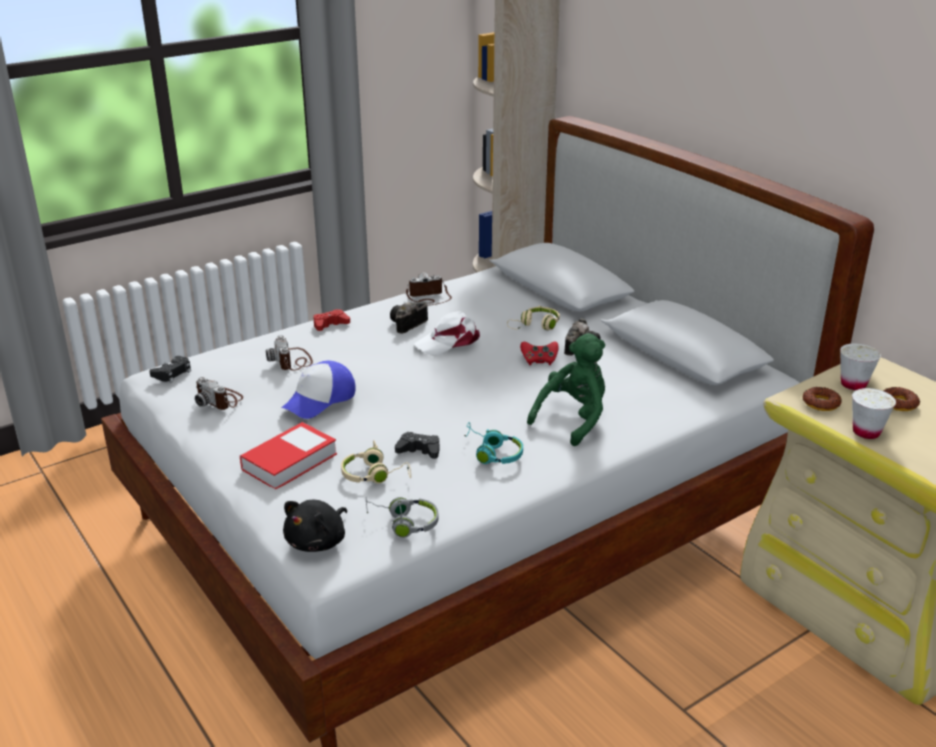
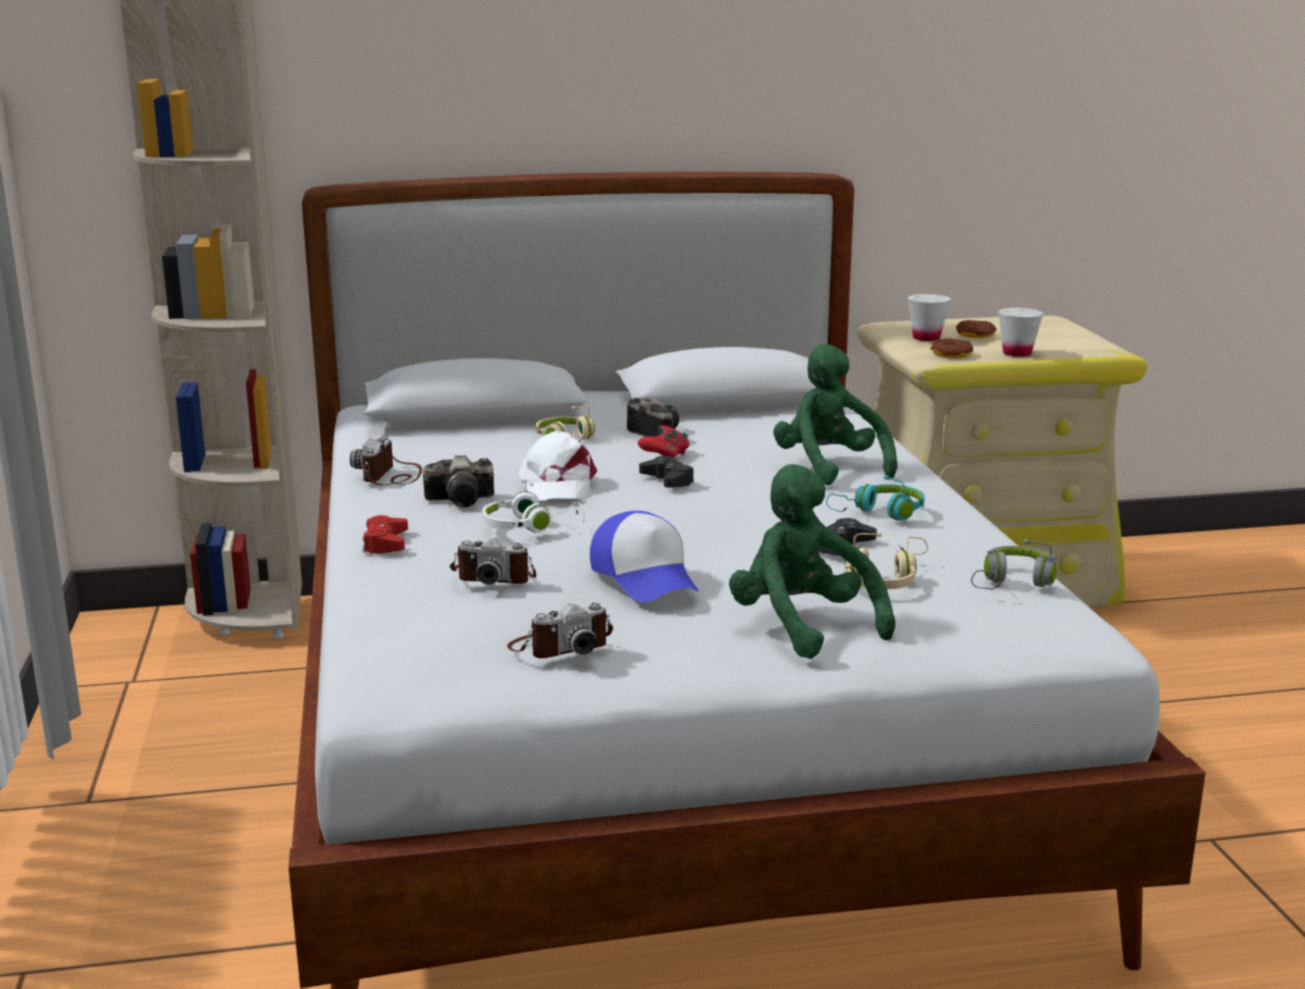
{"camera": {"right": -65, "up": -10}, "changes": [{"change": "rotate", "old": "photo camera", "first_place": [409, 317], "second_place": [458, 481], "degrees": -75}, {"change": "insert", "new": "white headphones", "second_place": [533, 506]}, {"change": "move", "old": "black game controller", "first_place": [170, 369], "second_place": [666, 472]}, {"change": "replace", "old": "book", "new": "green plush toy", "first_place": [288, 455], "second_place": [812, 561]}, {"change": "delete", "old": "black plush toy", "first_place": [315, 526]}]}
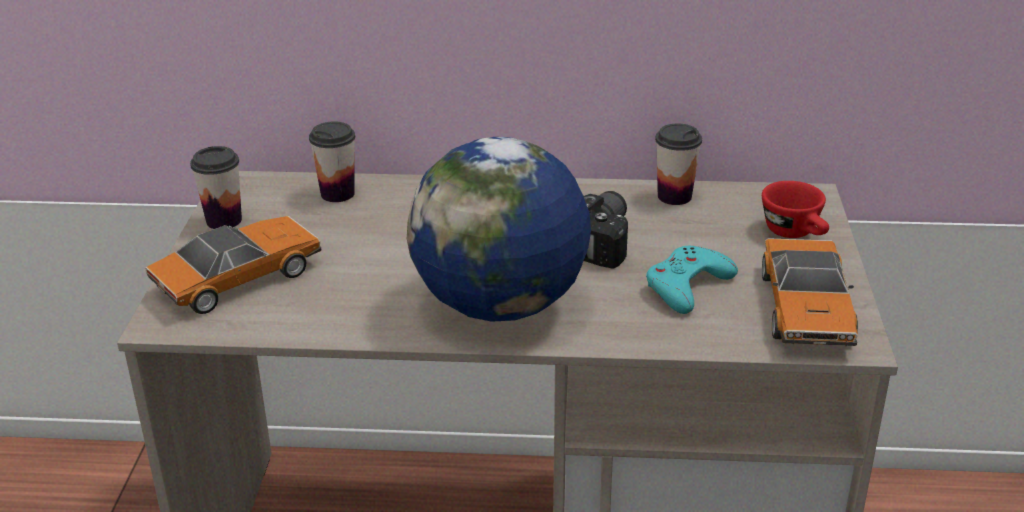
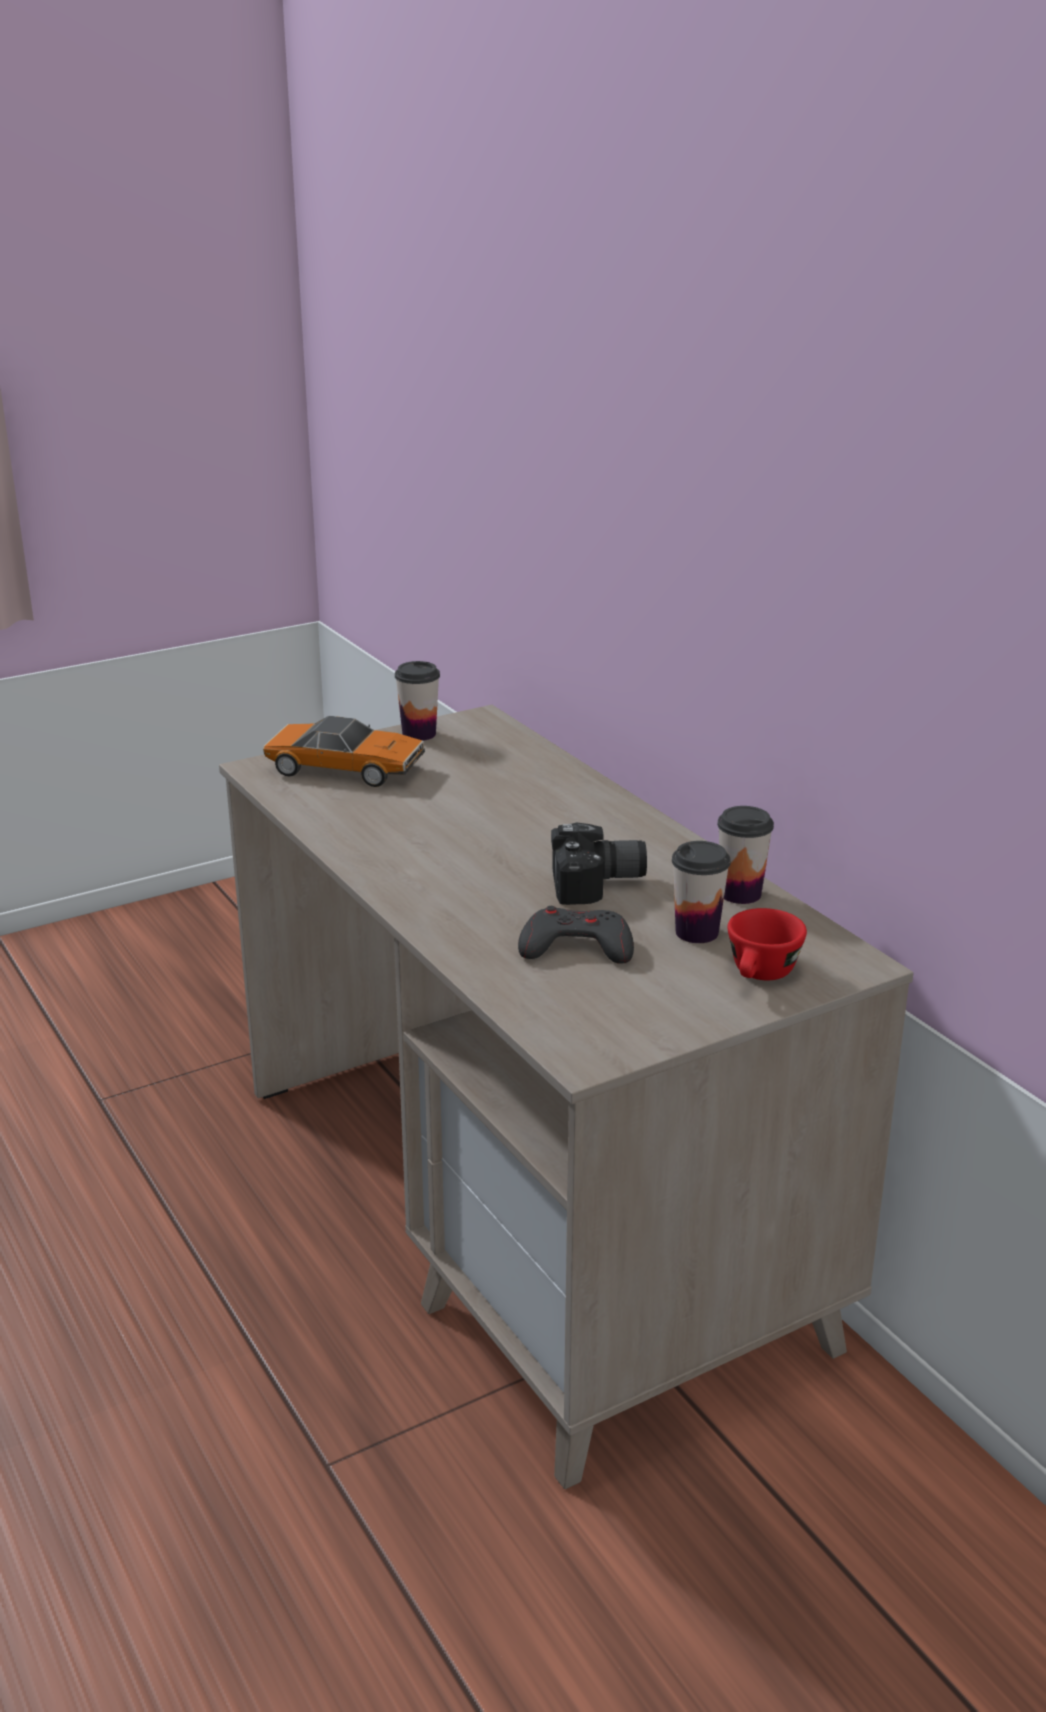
{"camera": {"right": 55, "up": -5}, "changes": [{"change": "recolor", "old": "turquoise game controller", "new": "grey game controller", "first_place": [692, 280], "second_place": [576, 935]}, {"change": "move", "old": "cup", "first_place": [332, 162], "second_place": [701, 892]}, {"change": "delete", "old": "globe", "first_place": [499, 229]}, {"change": "delete", "old": "toy car", "first_place": [810, 292]}]}
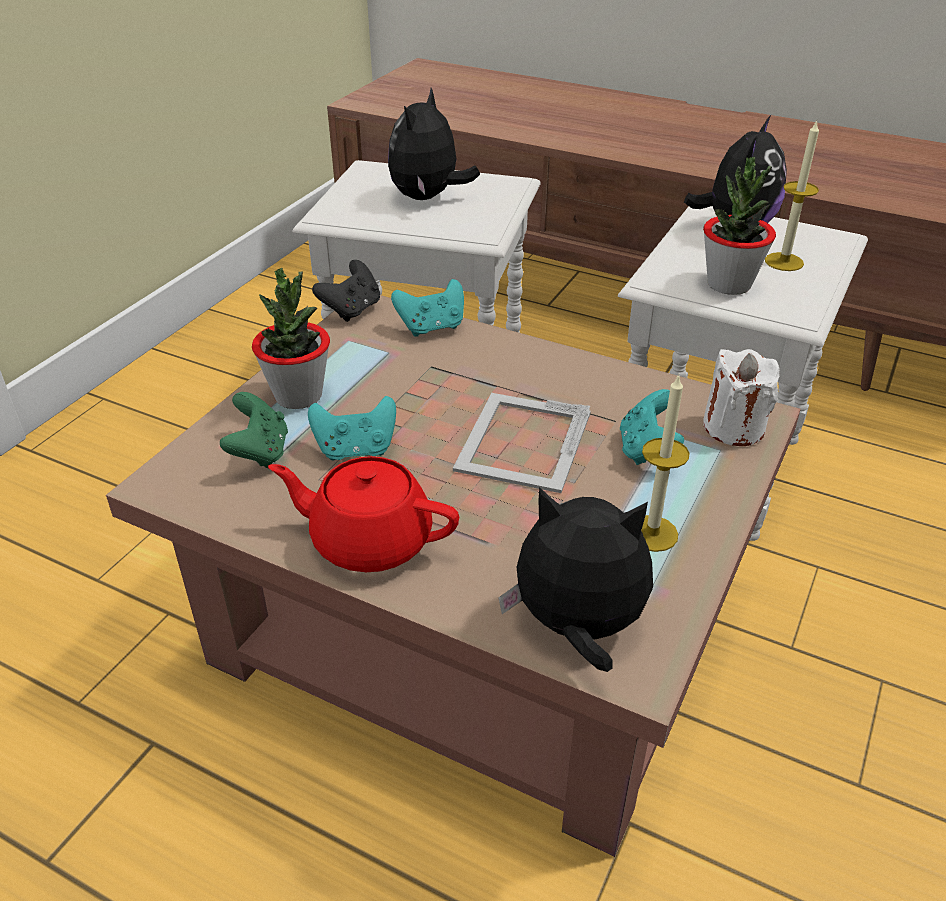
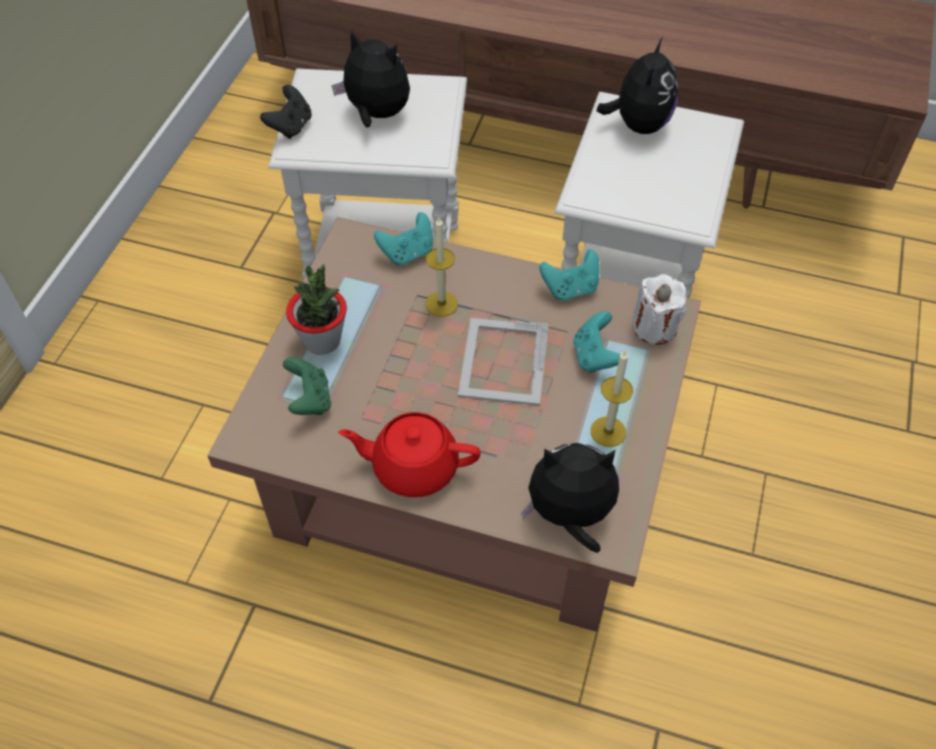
{"camera": {"right": -10, "up": 15}, "changes": [{"change": "move", "old": "black game controller", "first_place": [346, 291], "second_place": [286, 112]}, {"change": "rotate", "old": "plush toy", "first_place": [434, 144], "second_place": [370, 79], "degrees": 105}, {"change": "move", "old": "candle", "first_place": [792, 196], "second_place": [442, 266]}, {"change": "move", "old": "turquoise game controller", "first_place": [352, 428], "second_place": [570, 274]}, {"change": "delete", "old": "potted plant", "first_place": [739, 226]}]}
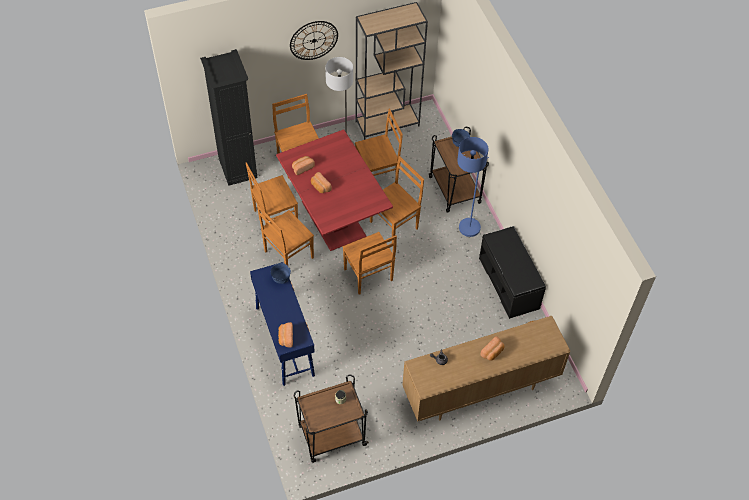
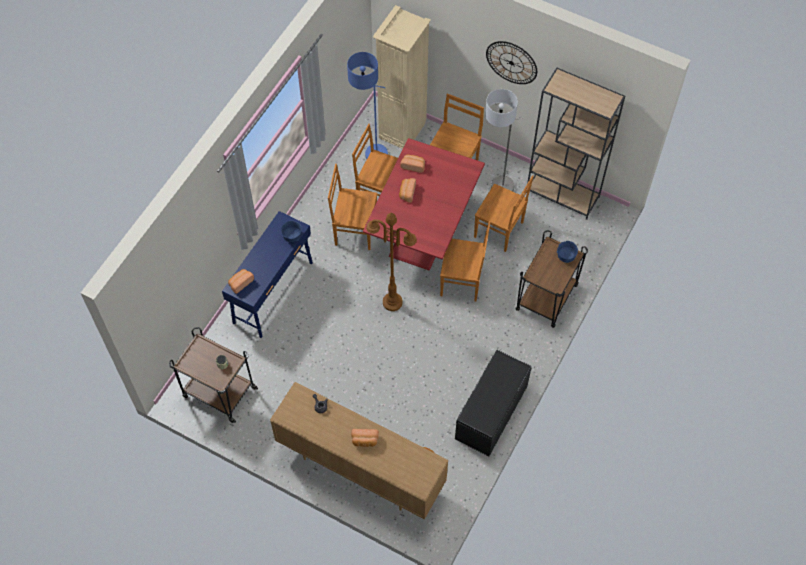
{"camera": {"right": 50, "up": 5}, "changes": [{"change": "move", "old": "blue floor lamp", "first_place": [473, 187], "second_place": [367, 105]}, {"change": "replace", "old": "brown chair", "new": "brown floor lamp", "first_place": [369, 263], "second_place": [391, 262]}, {"change": "recolor", "old": "black cabinet", "new": "beige cabinet", "first_place": [229, 117], "second_place": [402, 77]}]}
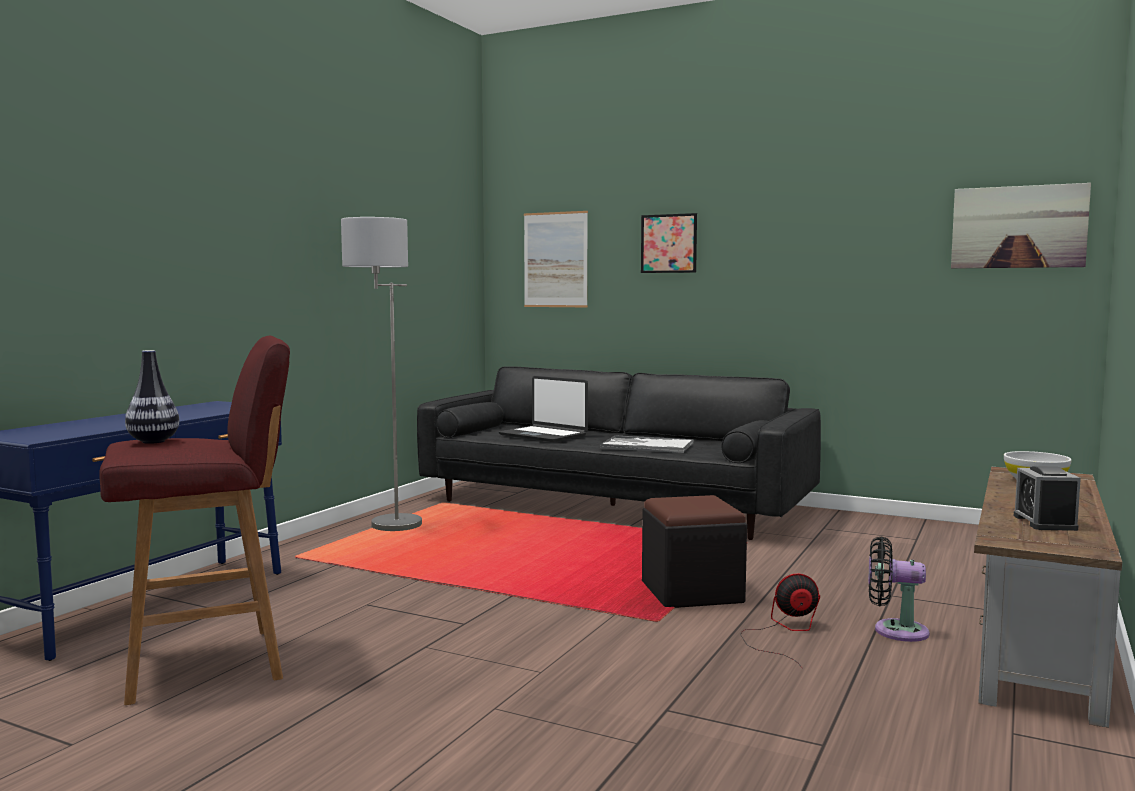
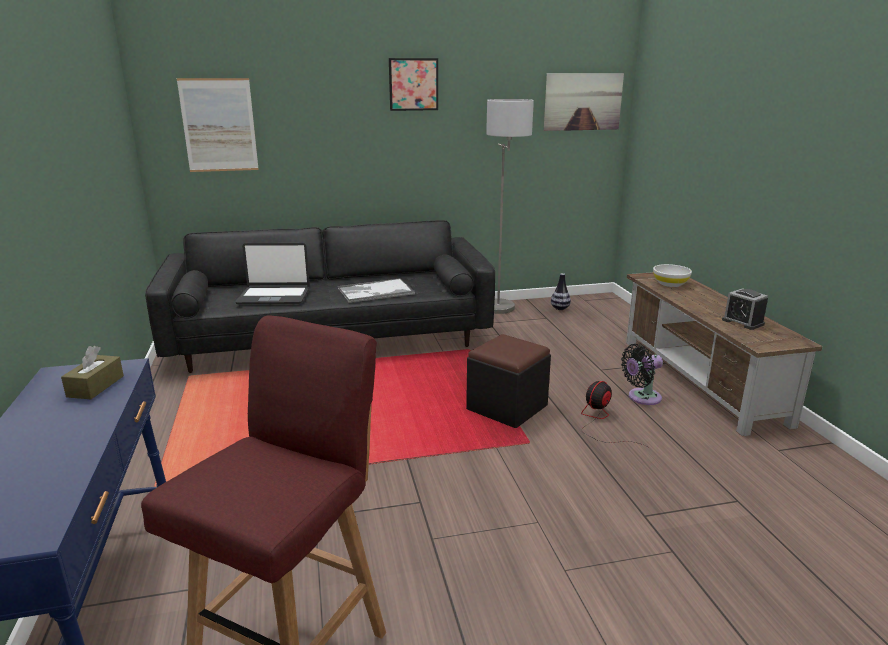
{"camera": {"right": -40, "up": 15}, "changes": [{"change": "insert", "new": "brown tissue box", "second_place": [92, 372]}, {"change": "move", "old": "picture", "first_place": [669, 243], "second_place": [413, 84]}, {"change": "move", "old": "grey floor lamp", "first_place": [381, 374], "second_place": [510, 206]}, {"change": "move", "old": "vase", "first_place": [152, 397], "second_place": [561, 291]}]}
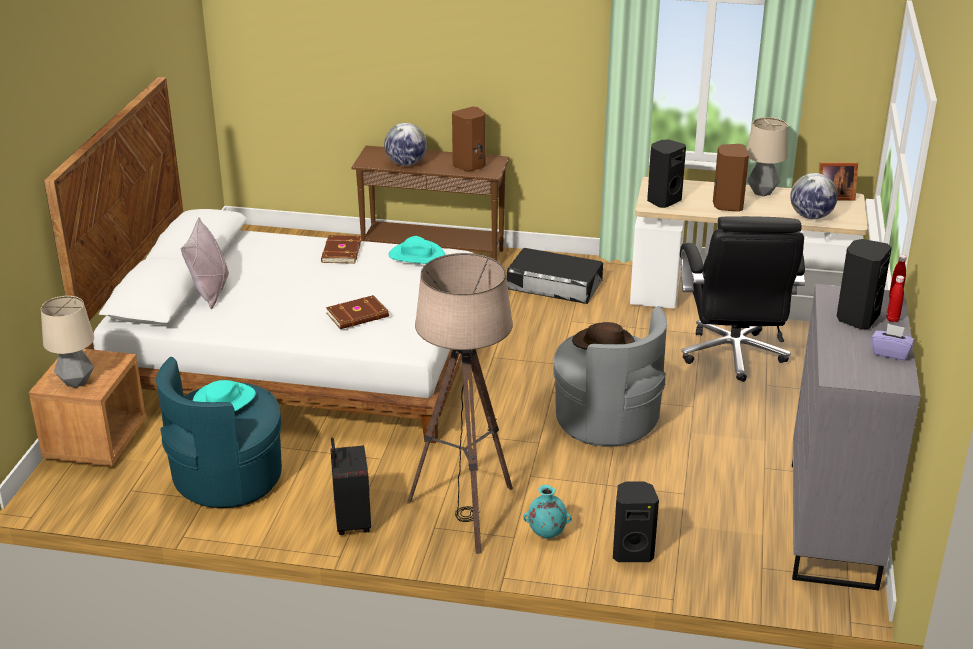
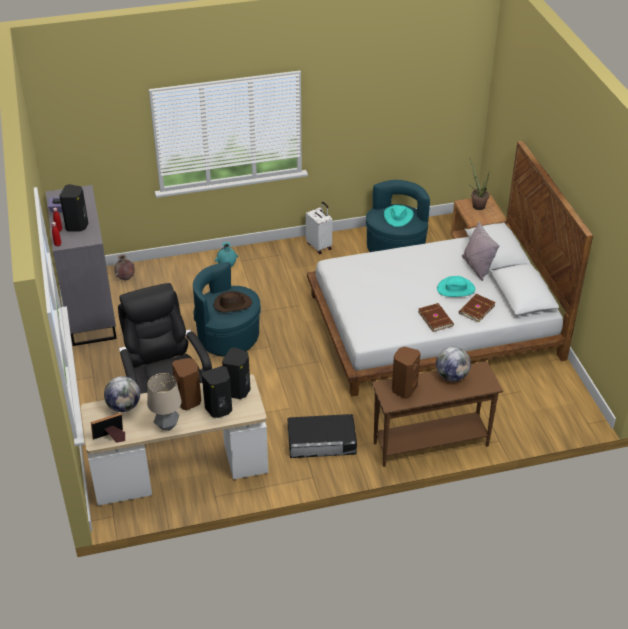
{"camera": {"right": 155, "up": 10}, "changes": [{"change": "insert", "new": "brown vase", "second_place": [124, 267]}, {"change": "recolor", "old": "grey armchair", "new": "turquoise armchair", "first_place": [610, 376], "second_place": [227, 309]}, {"change": "move", "old": "black speaker", "first_place": [636, 521], "second_place": [217, 392]}, {"change": "recolor", "old": "black suitcase", "new": "white suitcase", "first_place": [350, 486], "second_place": [319, 228]}, {"change": "move", "old": "turquoise hat", "first_place": [416, 250], "second_place": [456, 286]}, {"change": "move", "old": "brown book", "first_place": [357, 312], "second_place": [477, 308]}, {"change": "replace", "old": "table lamp", "new": "potted plant", "first_place": [67, 342], "second_place": [479, 184]}, {"change": "delete", "old": "floor lamp", "first_place": [460, 403]}]}
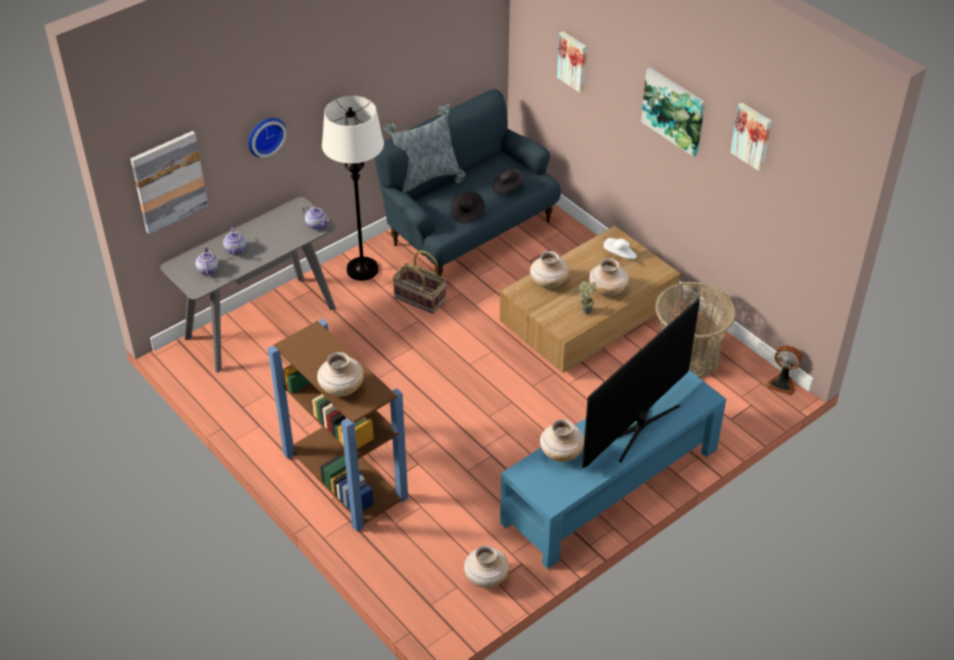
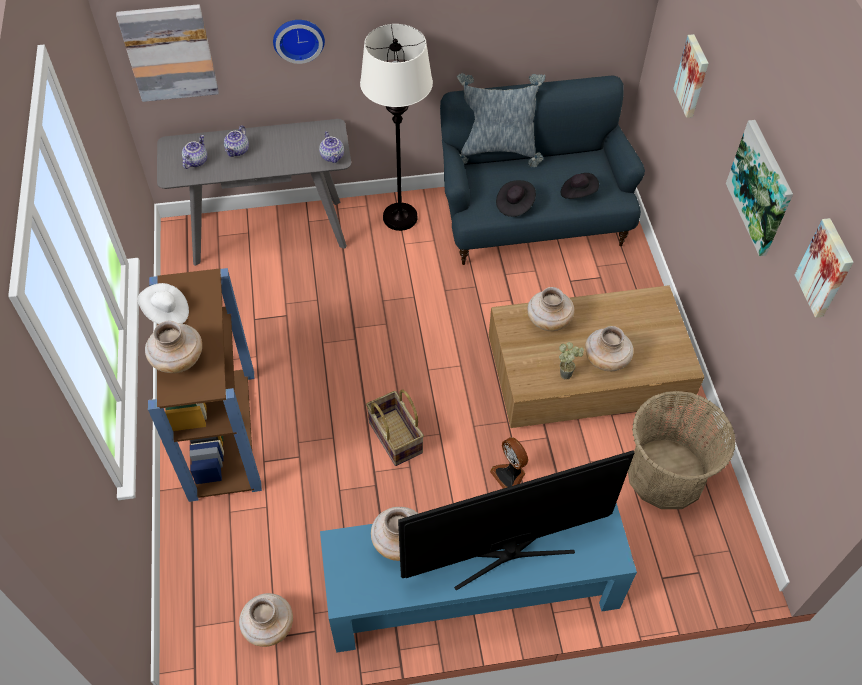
{"camera": {"right": 30, "up": 10}, "changes": [{"change": "move", "old": "white hat", "first_place": [620, 248], "second_place": [163, 303]}, {"change": "move", "old": "basket", "first_place": [419, 282], "second_place": [395, 427]}, {"change": "move", "old": "fan", "first_place": [784, 370], "second_place": [509, 463]}]}
